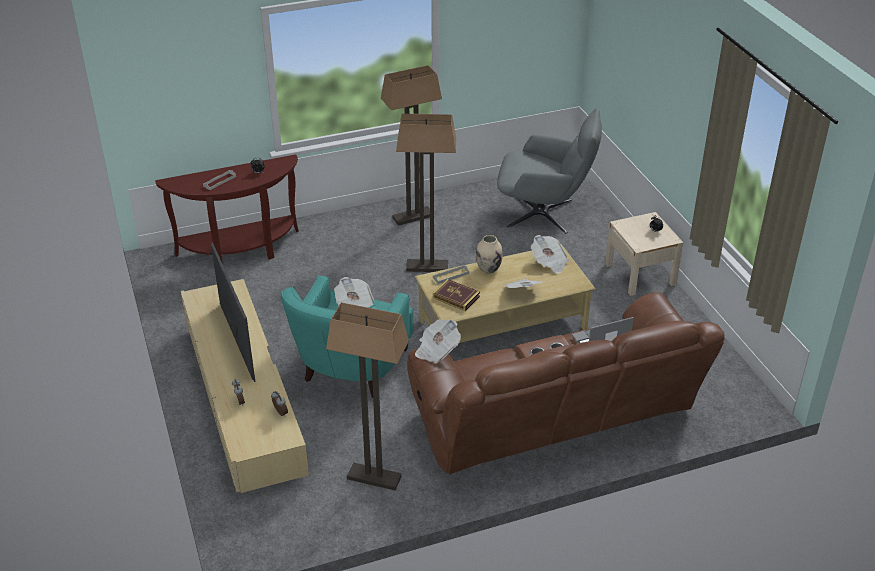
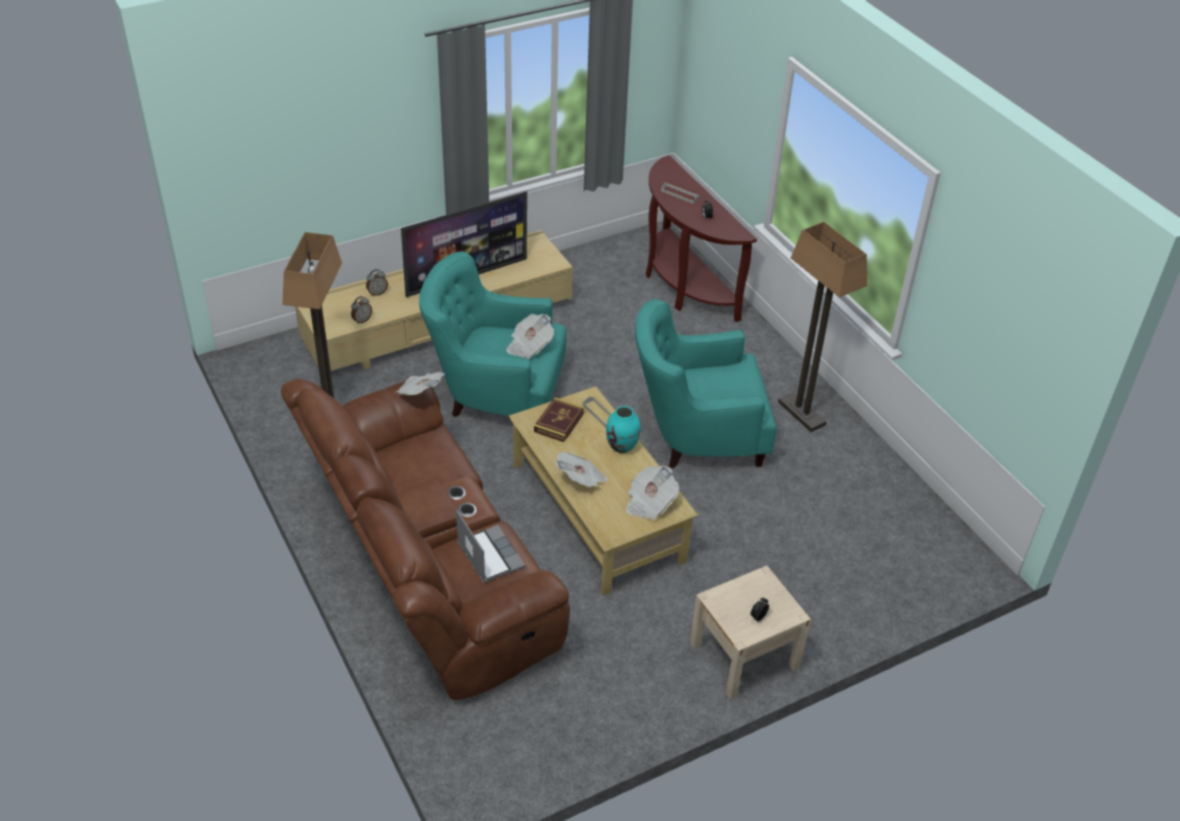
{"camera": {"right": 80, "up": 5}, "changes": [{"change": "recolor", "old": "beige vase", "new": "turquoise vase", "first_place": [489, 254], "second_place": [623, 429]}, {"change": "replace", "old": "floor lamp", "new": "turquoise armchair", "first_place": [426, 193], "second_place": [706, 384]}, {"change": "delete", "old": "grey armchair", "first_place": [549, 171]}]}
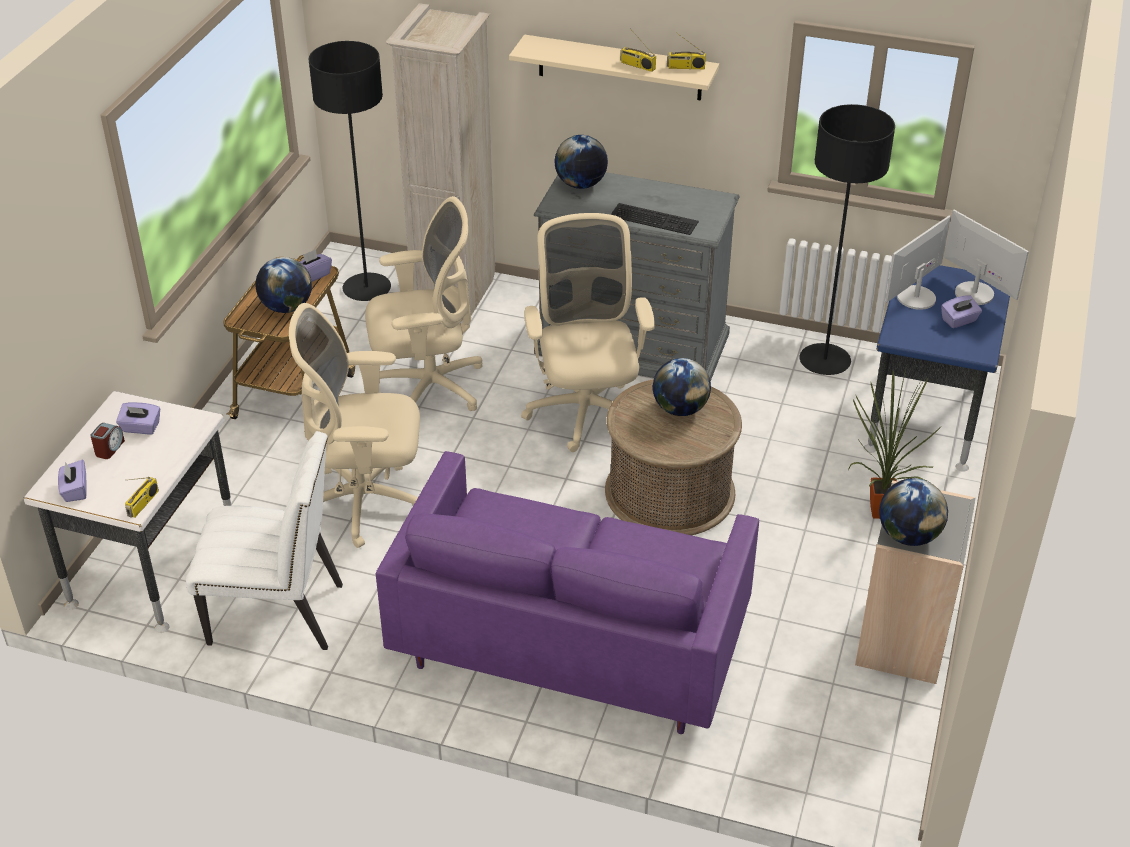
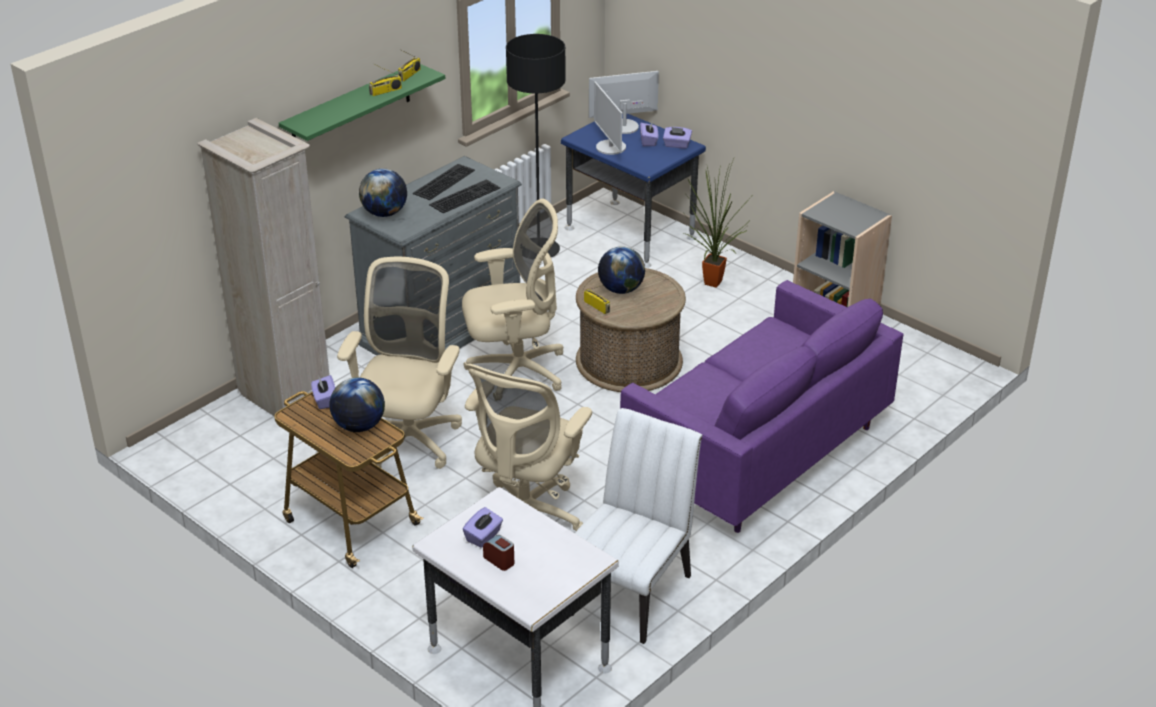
{"camera": {"right": -65, "up": -5}, "changes": [{"change": "recolor", "old": "beige shelf", "new": "green shelf", "first_place": [614, 68], "second_place": [362, 102]}, {"change": "insert", "new": "keyboard", "second_place": [444, 182]}, {"change": "rotate", "old": "beige office chair", "first_place": [588, 332], "second_place": [512, 295], "degrees": 150}, {"change": "move", "old": "radio", "first_place": [142, 497], "second_place": [597, 299]}, {"change": "move", "old": "purple tissue box", "first_place": [72, 481], "second_place": [677, 138]}, {"change": "delete", "old": "black floor lamp", "first_place": [349, 171]}, {"change": "delete", "old": "globe", "first_place": [913, 512]}]}
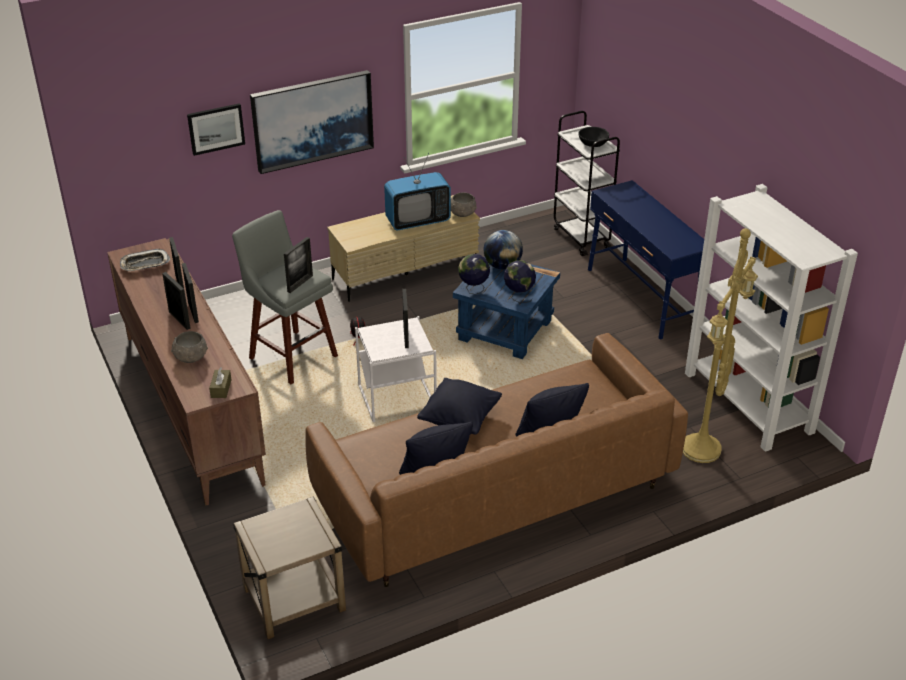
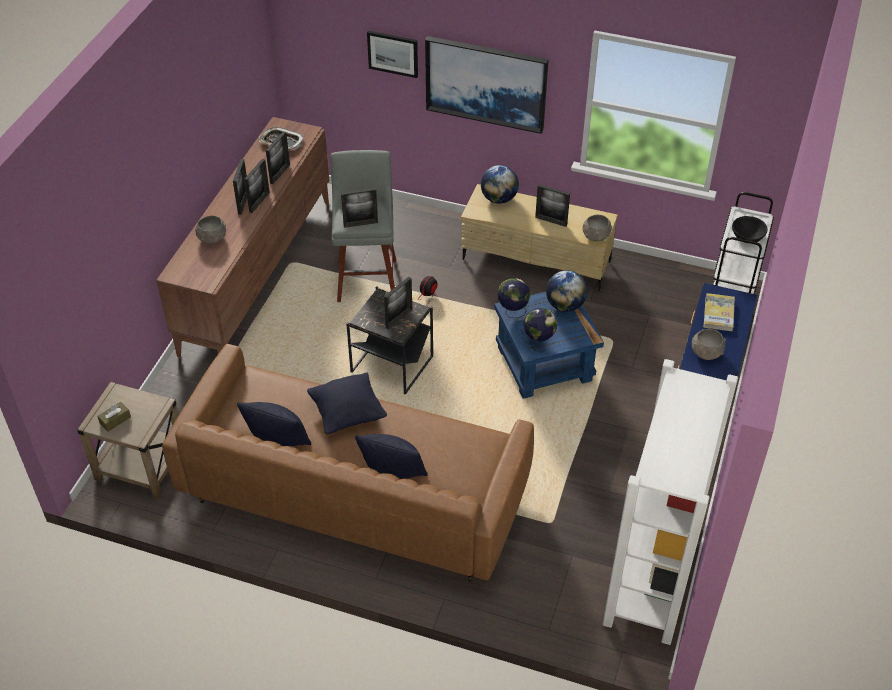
{"camera": {"right": 45, "up": 10}, "changes": [{"change": "move", "old": "brown tissue box", "first_place": [220, 382], "second_place": [114, 417]}, {"change": "recolor", "old": "white side table", "new": "black side table", "first_place": [396, 369], "second_place": [389, 340]}, {"change": "insert", "new": "globe", "second_place": [500, 184]}, {"change": "replace", "old": "television", "new": "picture frame", "first_place": [417, 191], "second_place": [552, 205]}, {"change": "insert", "new": "grey bowl", "second_place": [709, 344]}, {"change": "insert", "new": "book", "second_place": [719, 312]}, {"change": "delete", "old": "yellow floor lamp", "first_place": [720, 345]}]}
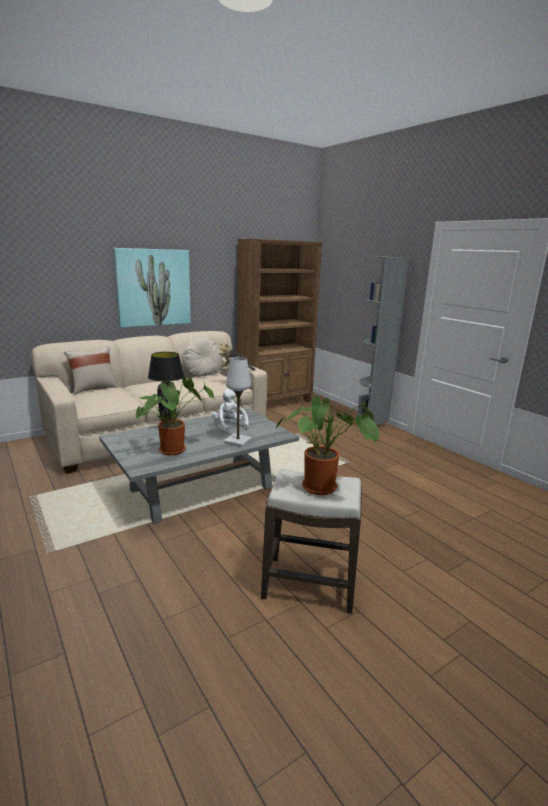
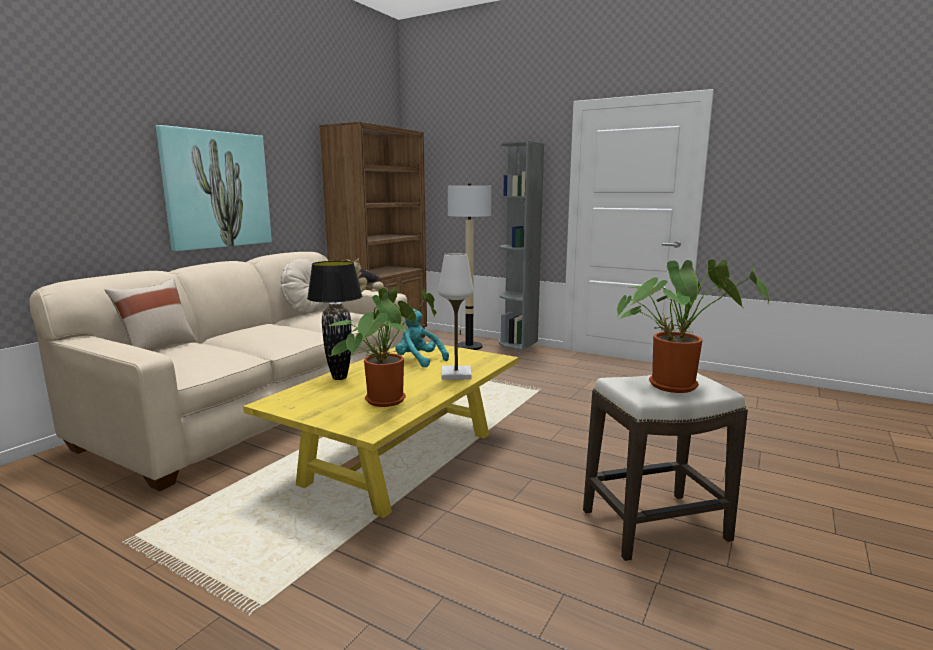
{"camera": {"right": -25, "up": -5}, "changes": [{"change": "recolor", "old": "grey coffee table", "new": "yellow coffee table", "first_place": [199, 466], "second_place": [380, 430]}, {"change": "recolor", "old": "white plush toy", "new": "turquoise plush toy", "first_place": [230, 410], "second_place": [422, 338]}, {"change": "insert", "new": "floor lamp", "second_place": [470, 266]}]}
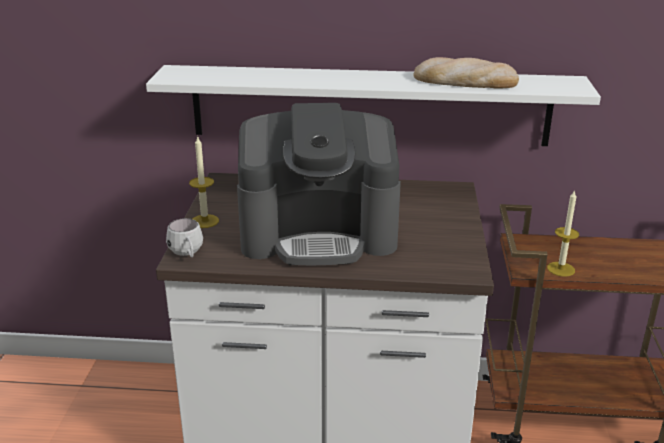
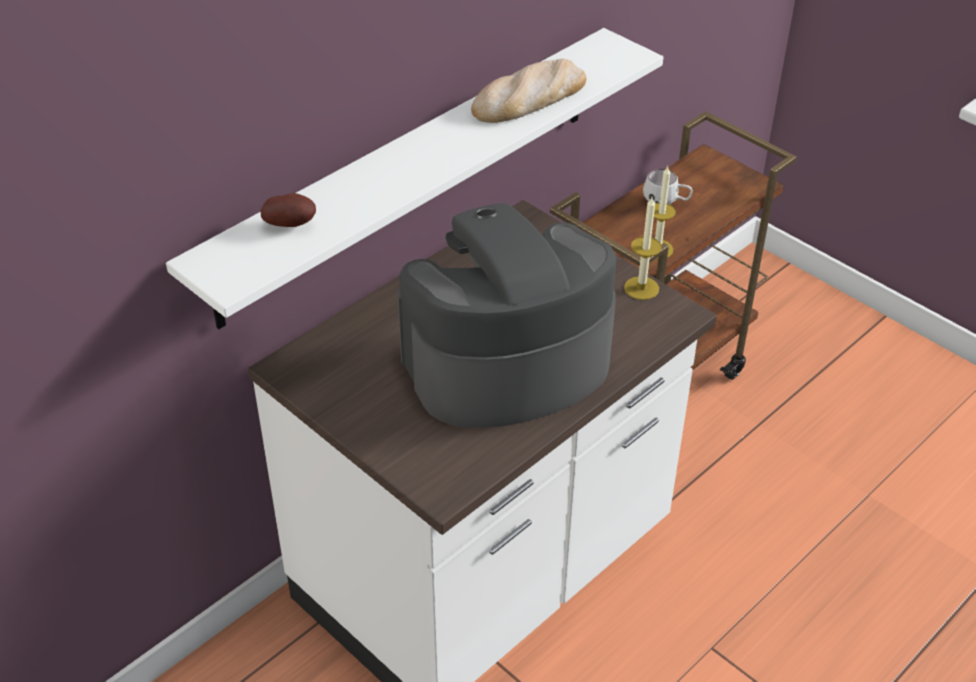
{"camera": {"right": -50, "up": 15}, "changes": [{"change": "insert", "new": "potato", "second_place": [288, 210]}, {"change": "rotate", "old": "coffee machine", "first_place": [319, 184], "second_place": [506, 315], "degrees": -150}, {"change": "move", "old": "candle", "first_place": [204, 182], "second_place": [643, 248]}, {"change": "move", "old": "white mug", "first_place": [184, 237], "second_place": [668, 186]}]}
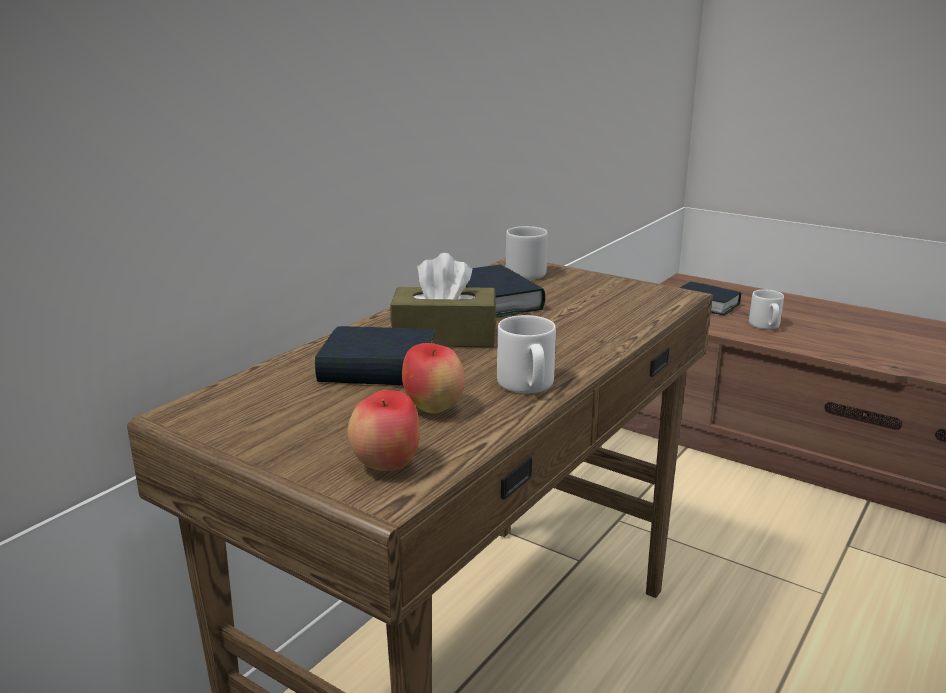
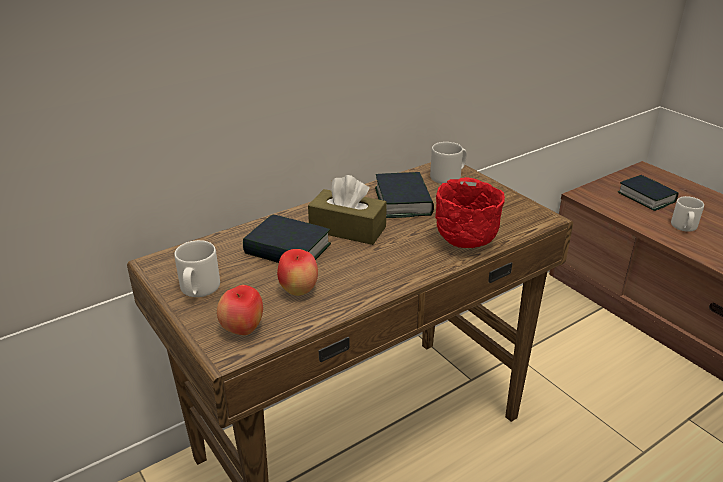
{"camera": {"right": 20, "up": 10}, "changes": [{"change": "move", "old": "white mug", "first_place": [526, 354], "second_place": [197, 268]}, {"change": "insert", "new": "red bowl", "second_place": [470, 212]}]}
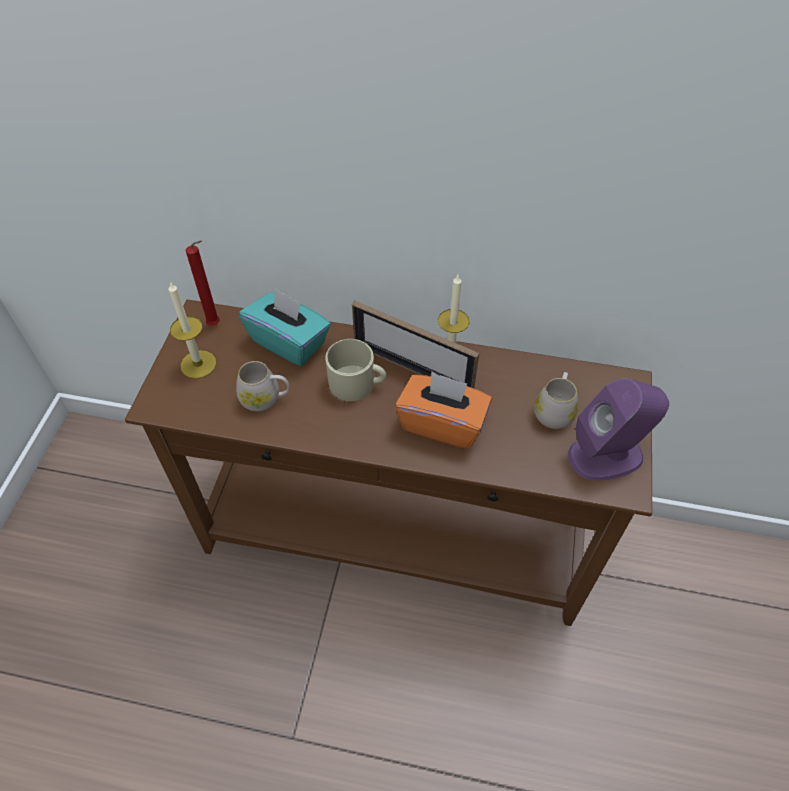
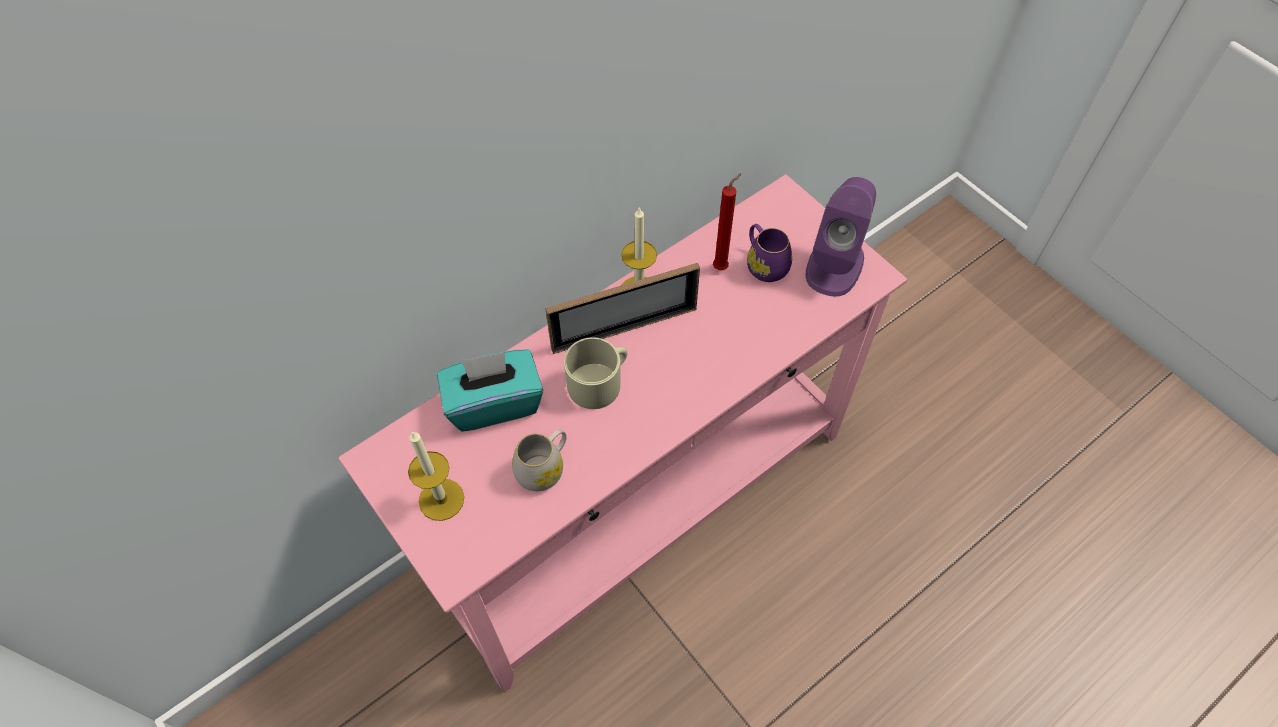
{"camera": {"right": -50, "up": 5}, "changes": [{"change": "recolor", "old": "brown console table", "new": "pink console table", "first_place": [388, 462], "second_place": [622, 433]}, {"change": "move", "old": "red candle", "first_place": [203, 283], "second_place": [727, 221]}, {"change": "recolor", "old": "white mug", "new": "purple mug", "first_place": [556, 400], "second_place": [769, 253]}, {"change": "delete", "old": "orange tissue box", "first_place": [443, 410]}]}
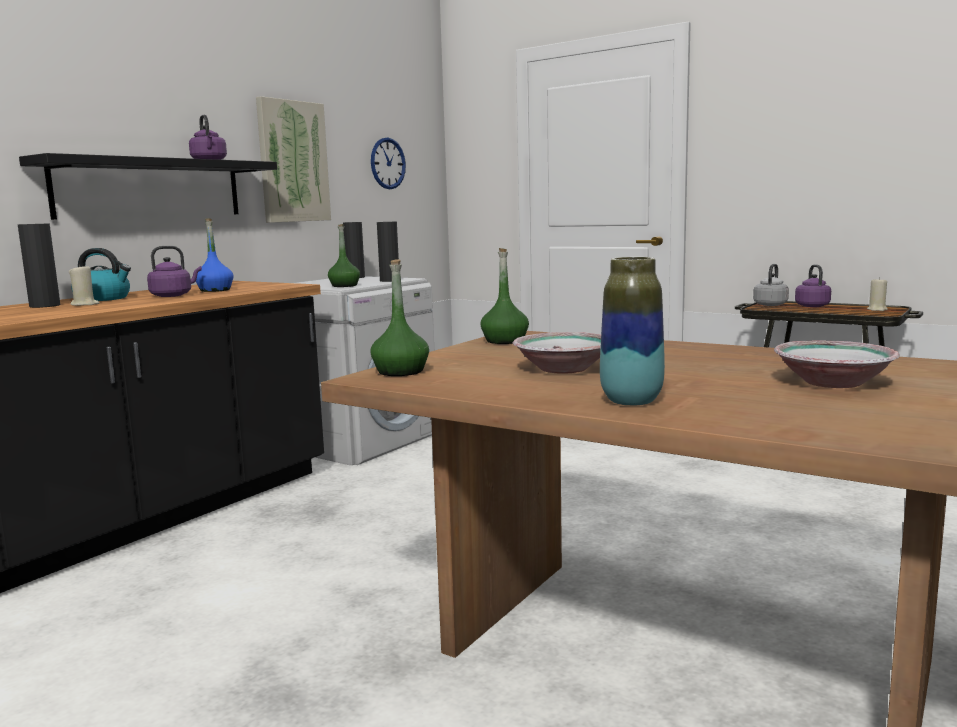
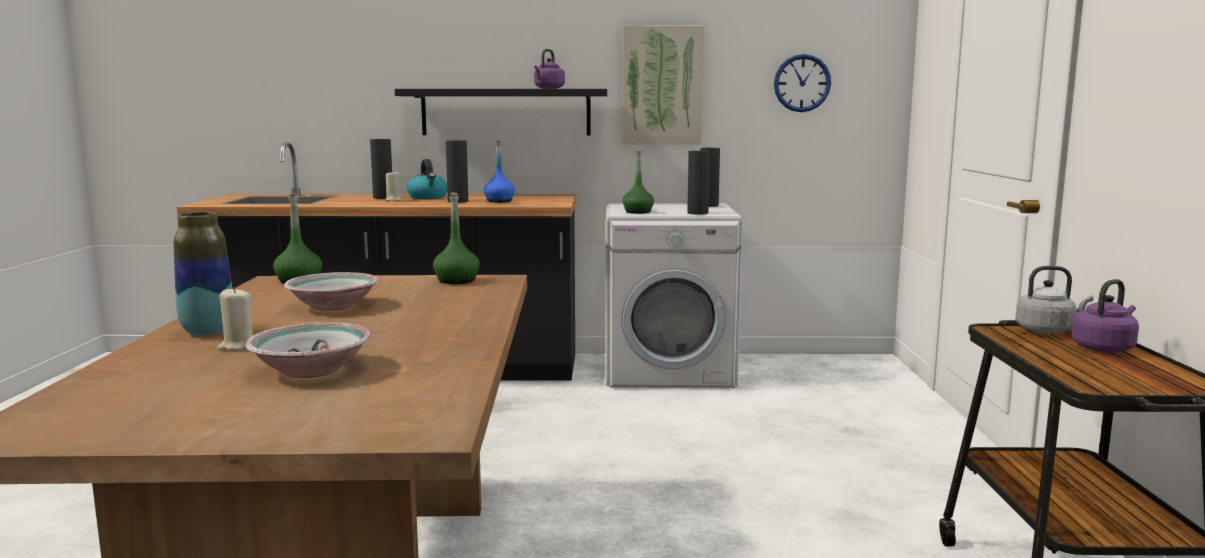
{"camera": {"right": 55, "up": 0}, "changes": [{"change": "move", "old": "beige candle", "first_place": [877, 294], "second_place": [235, 319]}, {"change": "replace", "old": "purple kettle", "new": "black vase", "first_place": [174, 271], "second_place": [457, 171]}]}
